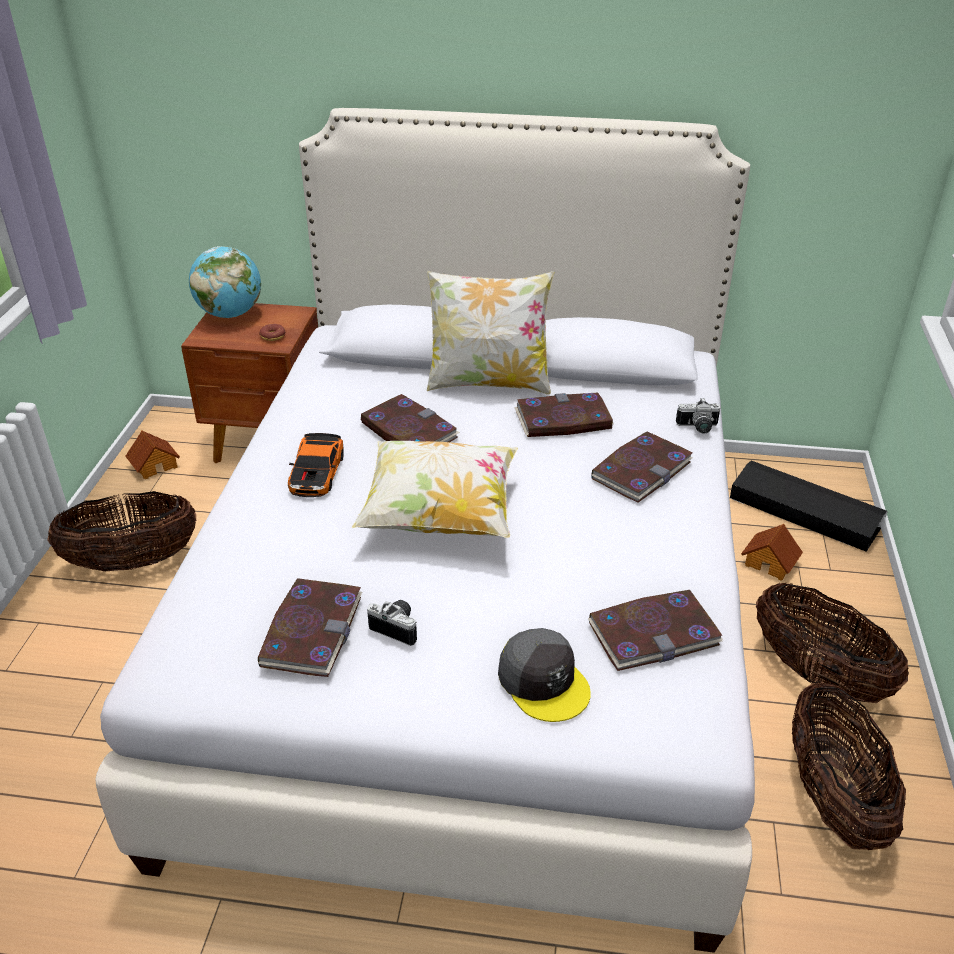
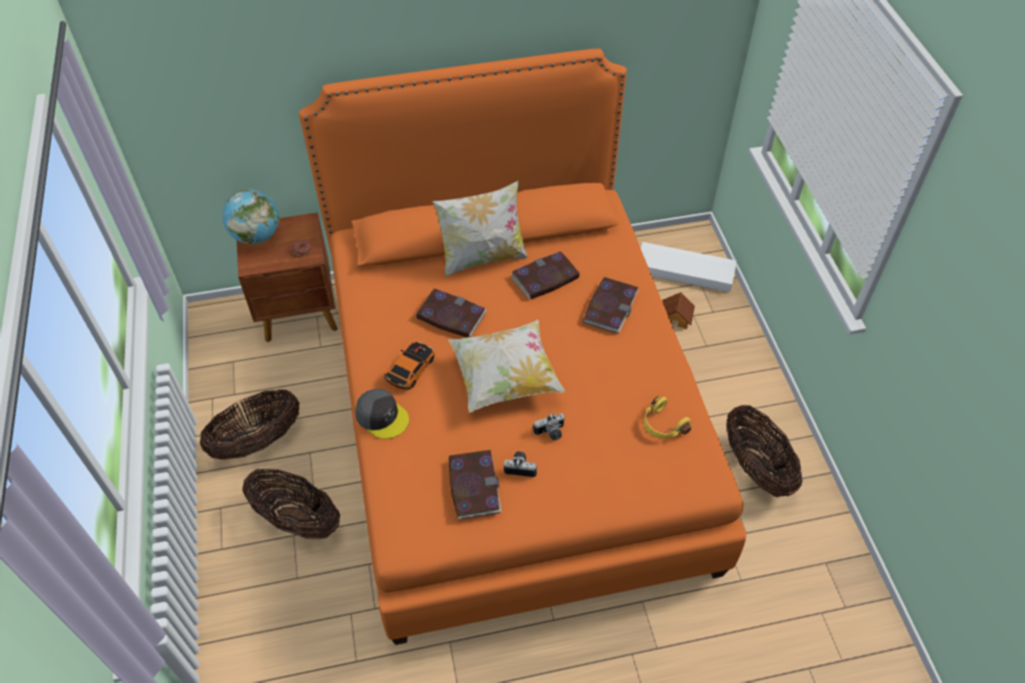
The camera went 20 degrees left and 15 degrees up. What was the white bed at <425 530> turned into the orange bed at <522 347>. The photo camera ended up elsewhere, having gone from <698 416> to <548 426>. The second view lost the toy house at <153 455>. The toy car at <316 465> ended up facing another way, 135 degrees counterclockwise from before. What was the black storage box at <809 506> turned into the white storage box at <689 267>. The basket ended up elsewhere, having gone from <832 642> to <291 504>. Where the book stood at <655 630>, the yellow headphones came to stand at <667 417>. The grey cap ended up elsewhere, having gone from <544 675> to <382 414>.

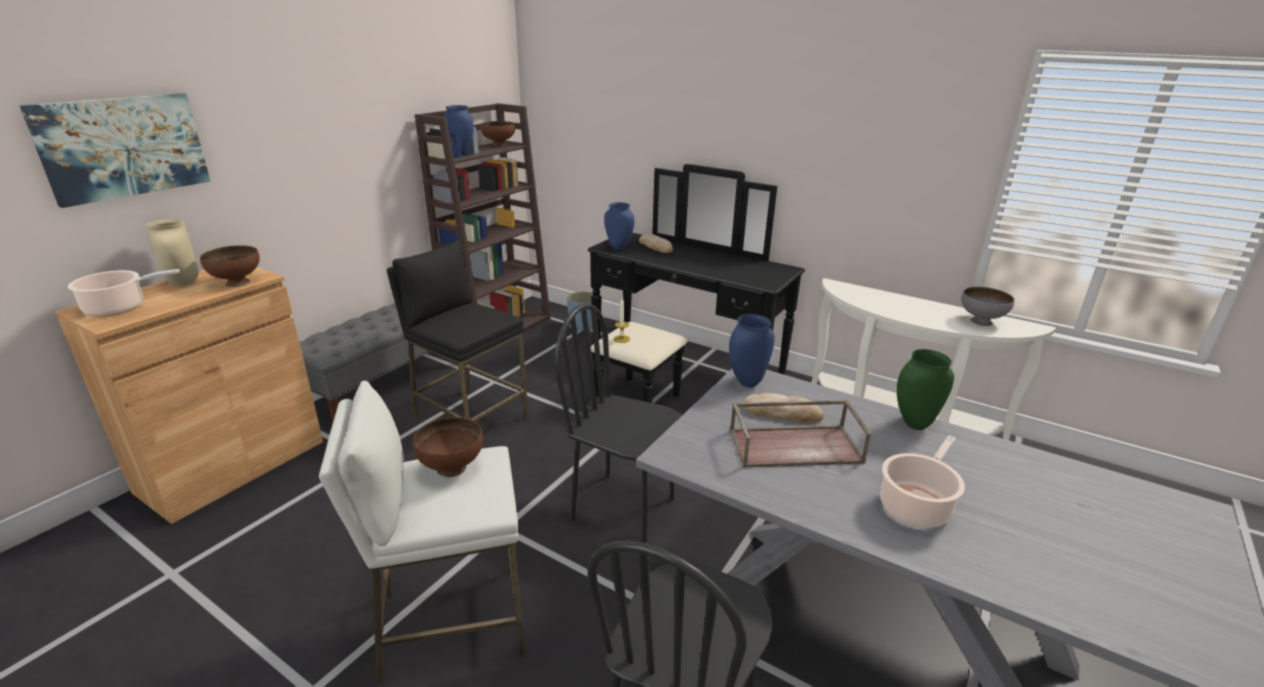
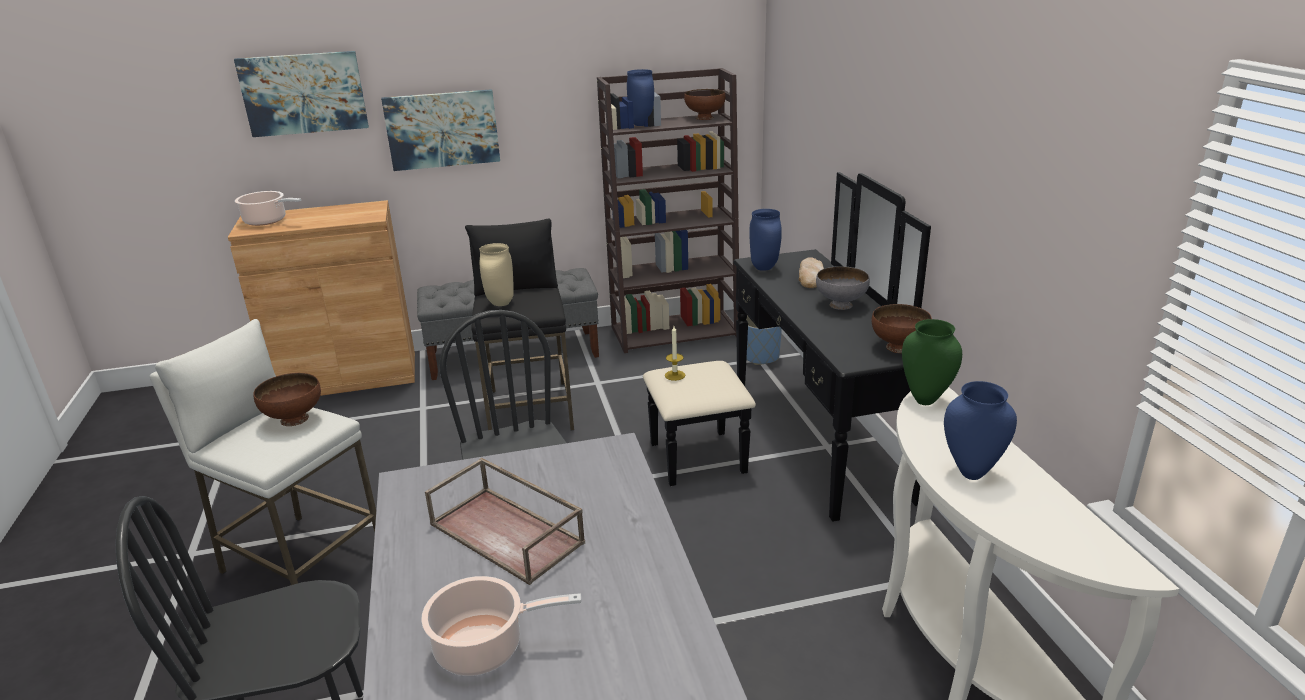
The camera went 45 degrees right and 0 degrees up. The beige vase ended up elsewhere, having gone from <172 252> to <496 274>. The brown bowl ended up elsewhere, having gone from <230 266> to <902 328>. The grey bowl ended up elsewhere, having gone from <988 306> to <843 288>. The blue vase ended up elsewhere, having gone from <752 351> to <980 430>. The green vase ended up elsewhere, having gone from <925 389> to <932 362>. The second view lost the bread at <783 408>. The second view gained the picture at <440 130>.

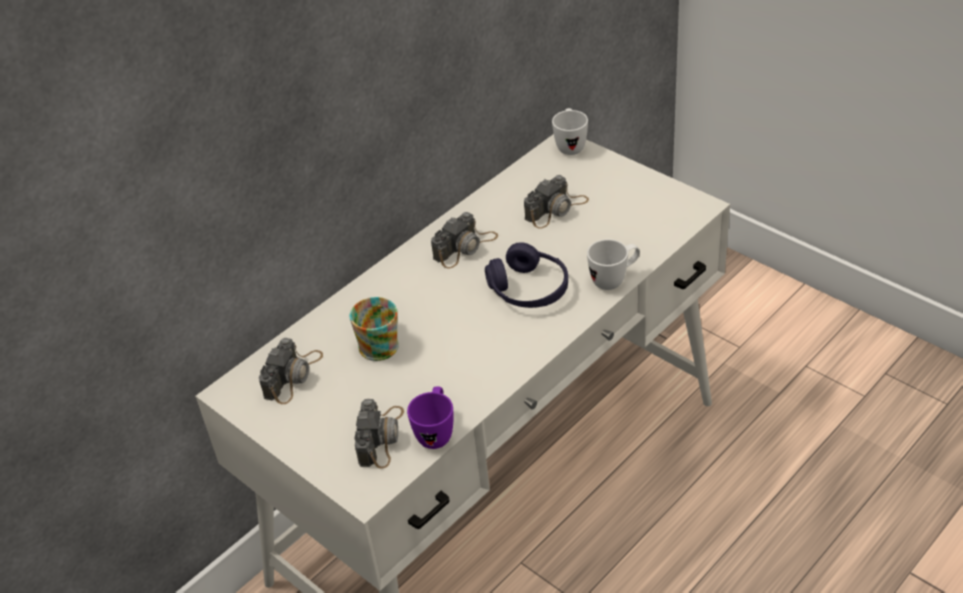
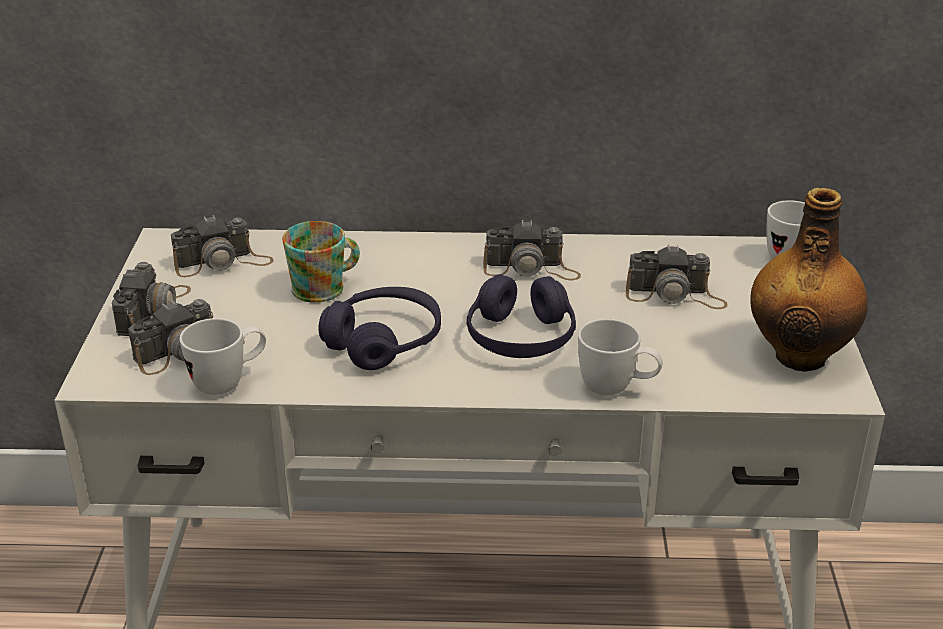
The camera went 45 degrees right and 10 degrees down. What was the purple mug at <430 417> turned into the white mug at <223 356>. The second view gained the bottle at <809 280>. The second view gained the photo camera at <151 299>. The second view gained the purple headphones at <380 328>.

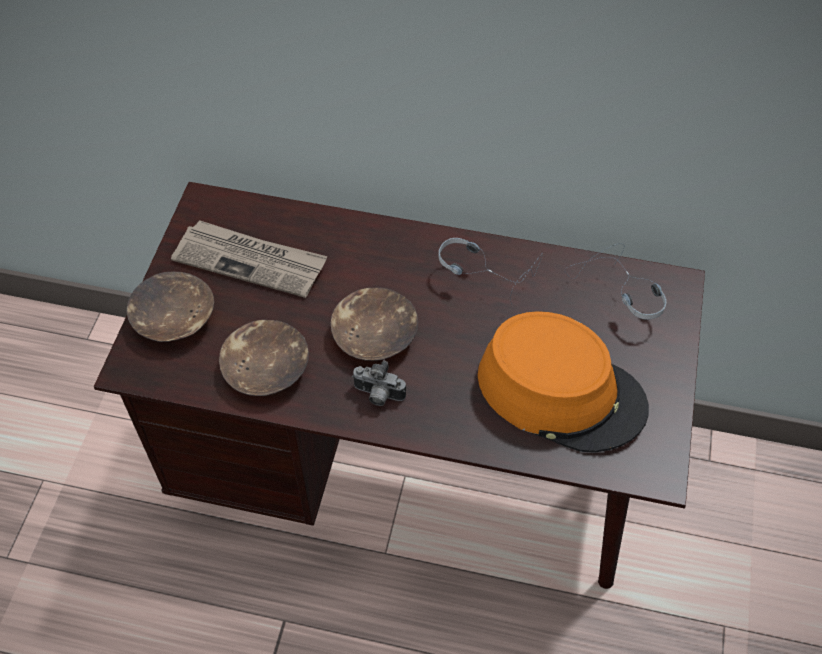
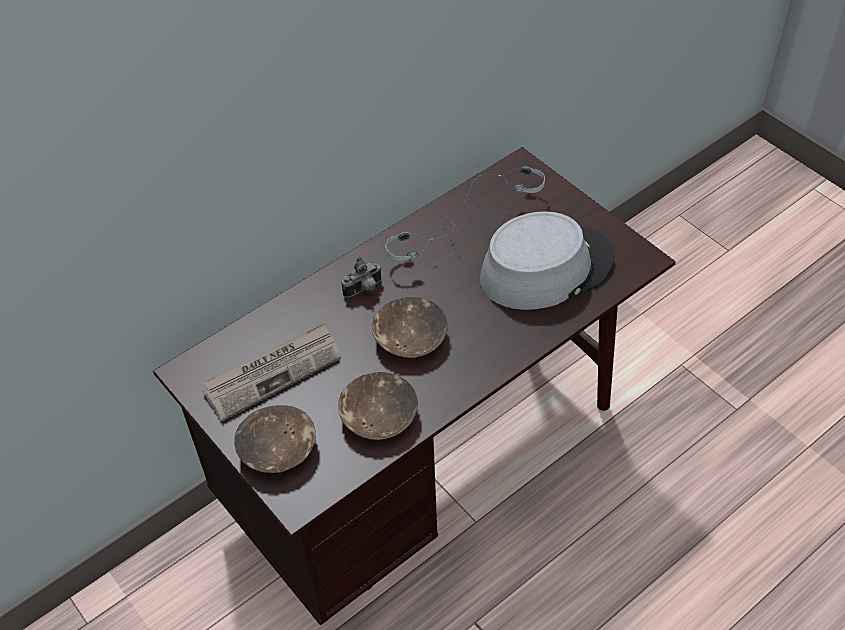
The camera went 50 degrees left and 5 degrees down. What was the orange hat at <563 382> turned into the grey hat at <547 260>. The photo camera ended up elsewhere, having gone from <379 383> to <361 277>.

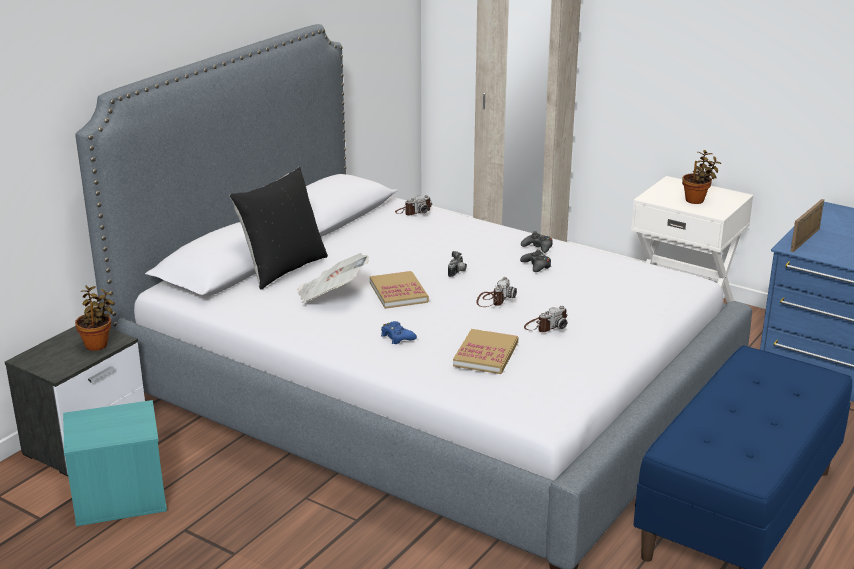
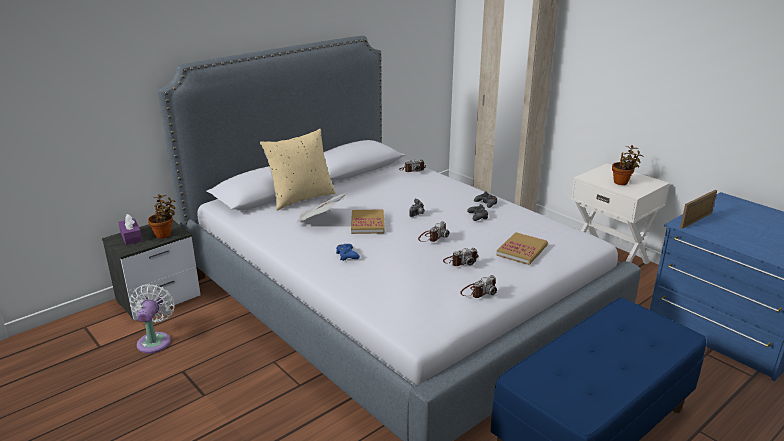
The camera went 15 degrees right and 0 degrees up. What was the black pillow at <278 228> turned into the beige pillow at <298 170>. The book ended up elsewhere, having gone from <485 351> to <522 248>. Where the turquoise storage box stood at <115 463>, the white fan came to stand at <152 318>. The second view gained the purple tissue box at <130 229>. The second view gained the photo camera at <478 286>.

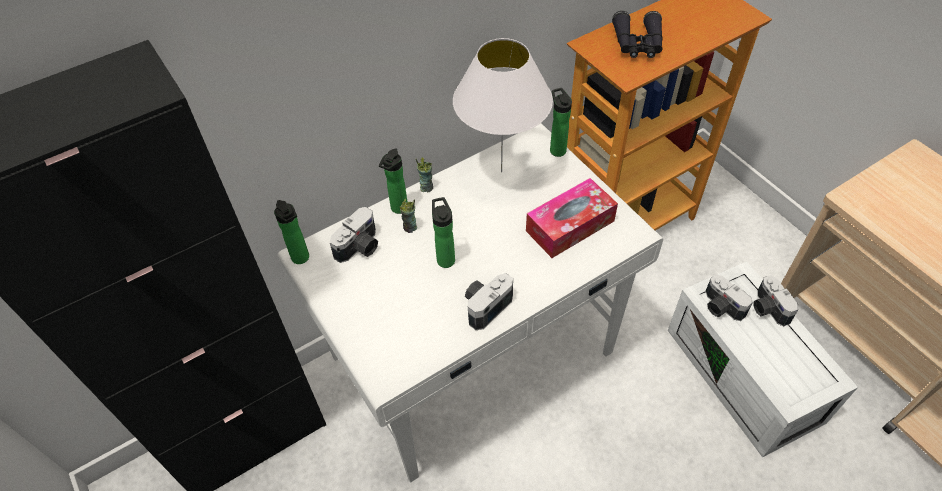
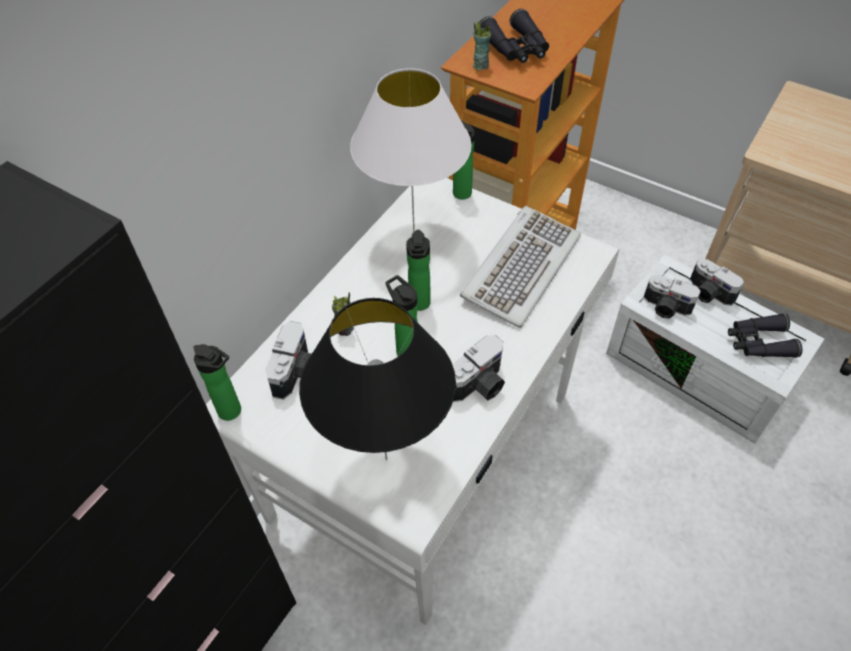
The camera went 25 degrees left and 0 degrees up. The bottle ended up elsewhere, having gone from <393 181> to <418 270>. The cup ended up elsewhere, having gone from <424 174> to <482 46>. Where the tissue box stood at <572 218>, the keyboard came to stand at <520 267>. The photo camera at <489 301> ended up facing another way, 150 degrees counterclockwise from before. The second view gained the black table lamp at <377 379>. The second view gained the black binoculars at <765 335>.

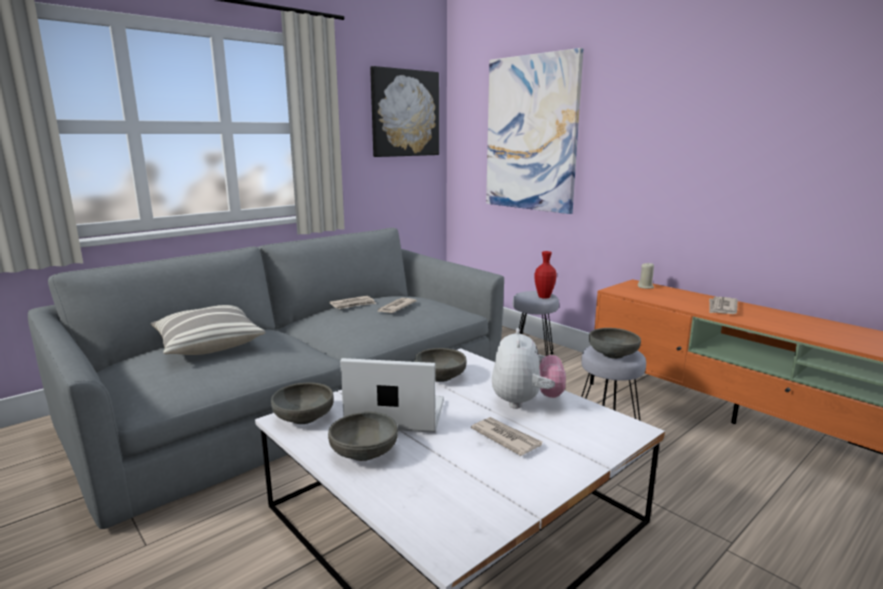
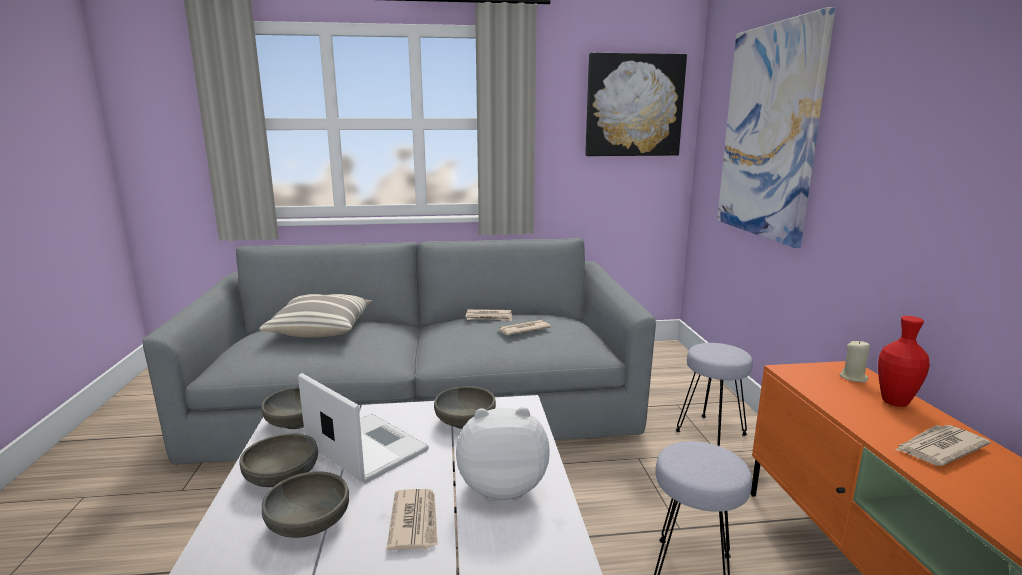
The camera went 35 degrees right and 0 degrees up. The red vase ended up elsewhere, having gone from <545 275> to <904 361>. The plush toy at <529 368> ended up facing another way, 135 degrees counterclockwise from before. The grey bowl ended up elsewhere, having gone from <615 343> to <305 505>.

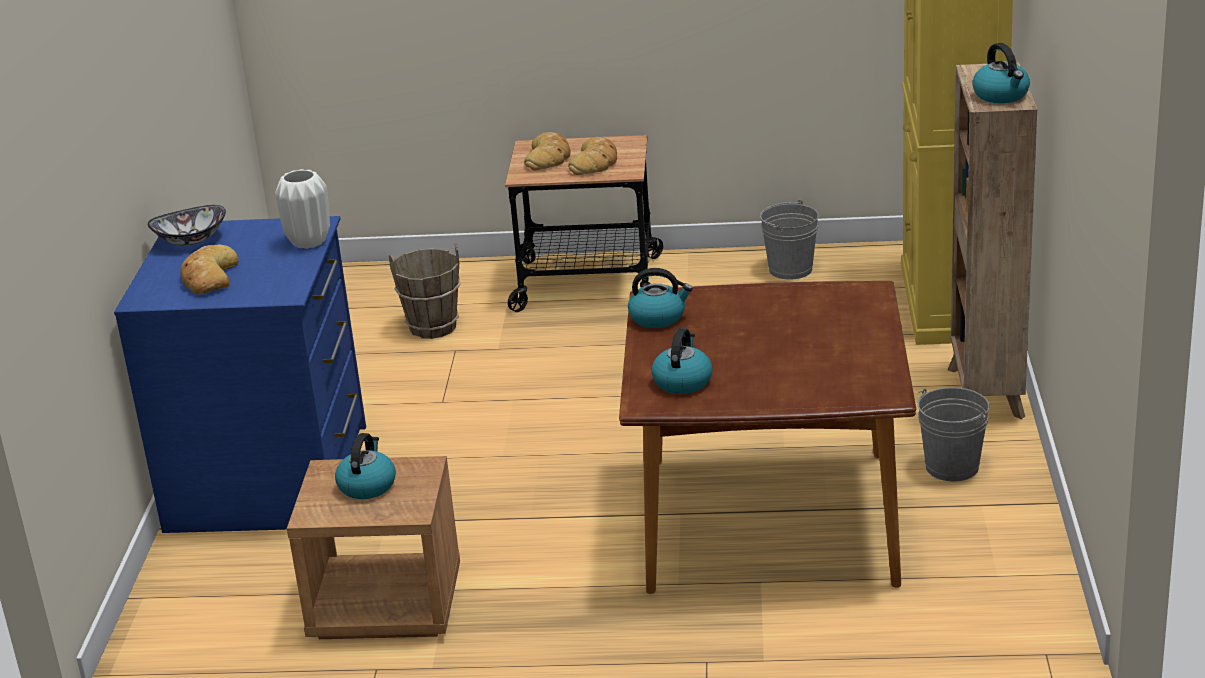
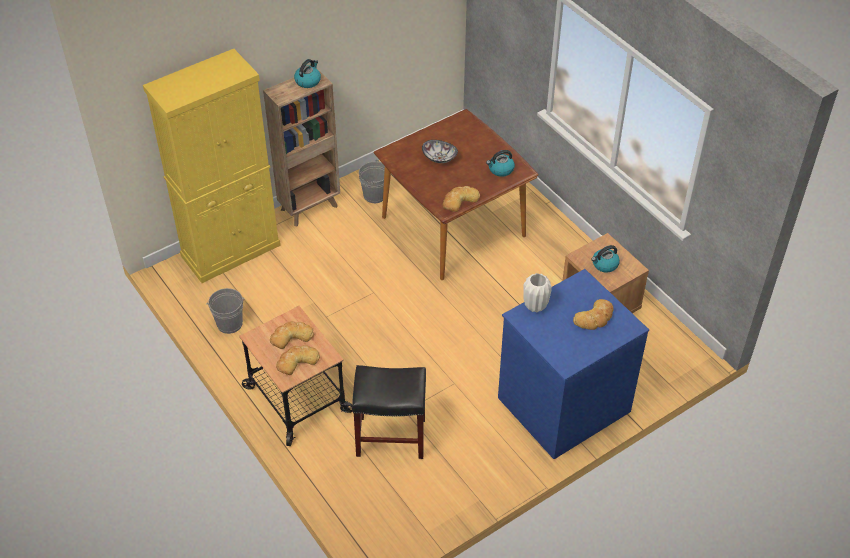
The camera went 130 degrees left and 20 degrees up. The bowl ended up elsewhere, having gone from <187 225> to <440 151>. Where the brown bucket stood at <425 291>, the black stool came to stand at <389 412>. Where the kettle stood at <660 298>, the bread came to stand at <461 199>.

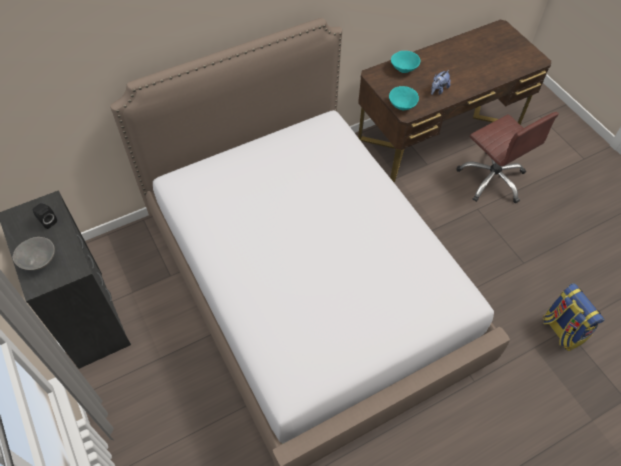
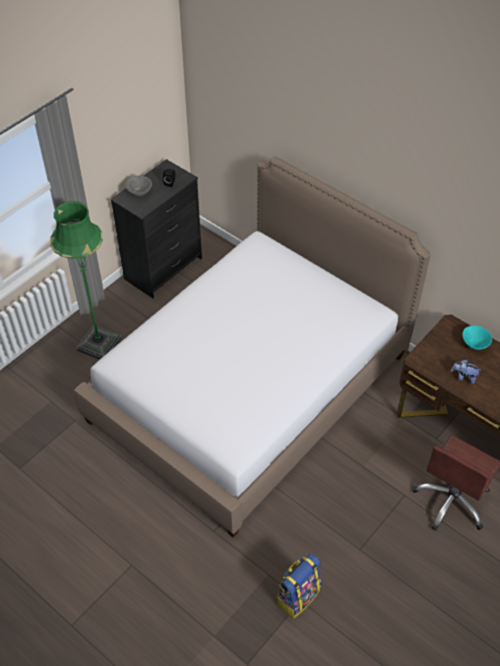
The camera went 70 degrees right and 5 degrees down. The second view lost the turquoise bowl at <404 98>. The second view gained the green floor lamp at <86 280>.

